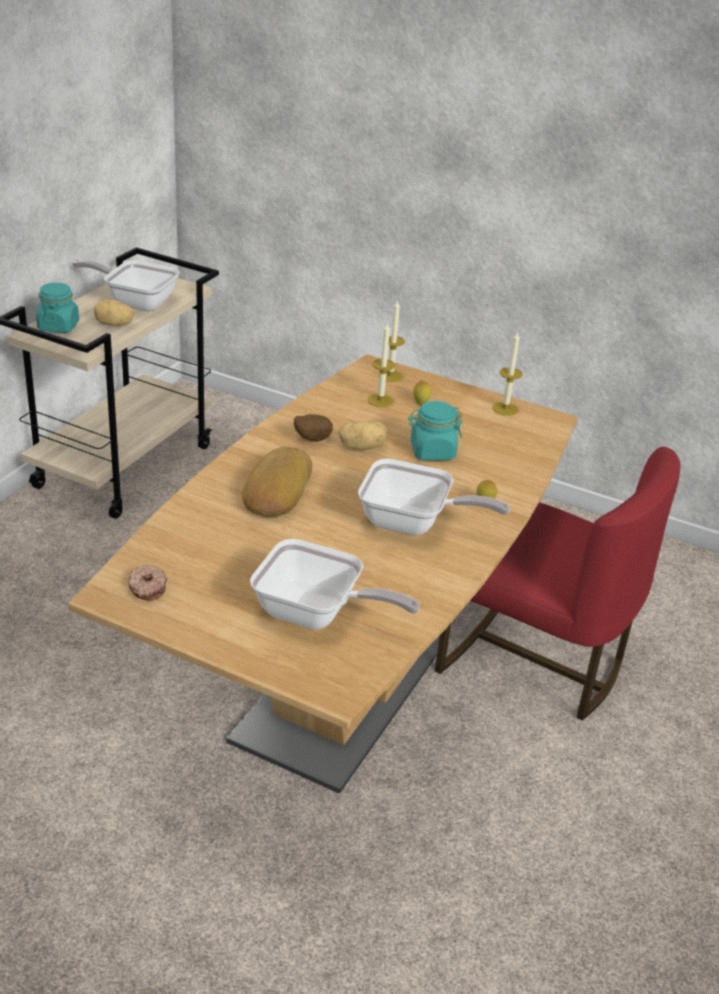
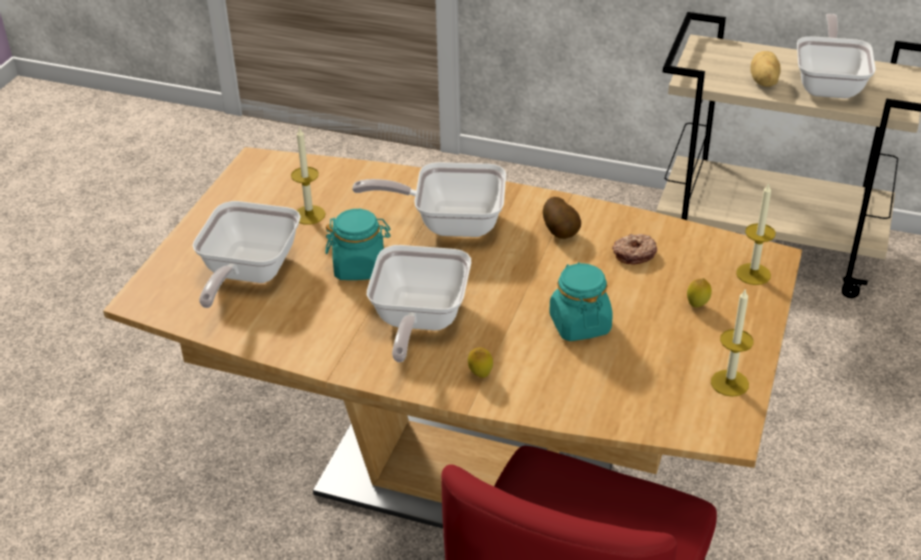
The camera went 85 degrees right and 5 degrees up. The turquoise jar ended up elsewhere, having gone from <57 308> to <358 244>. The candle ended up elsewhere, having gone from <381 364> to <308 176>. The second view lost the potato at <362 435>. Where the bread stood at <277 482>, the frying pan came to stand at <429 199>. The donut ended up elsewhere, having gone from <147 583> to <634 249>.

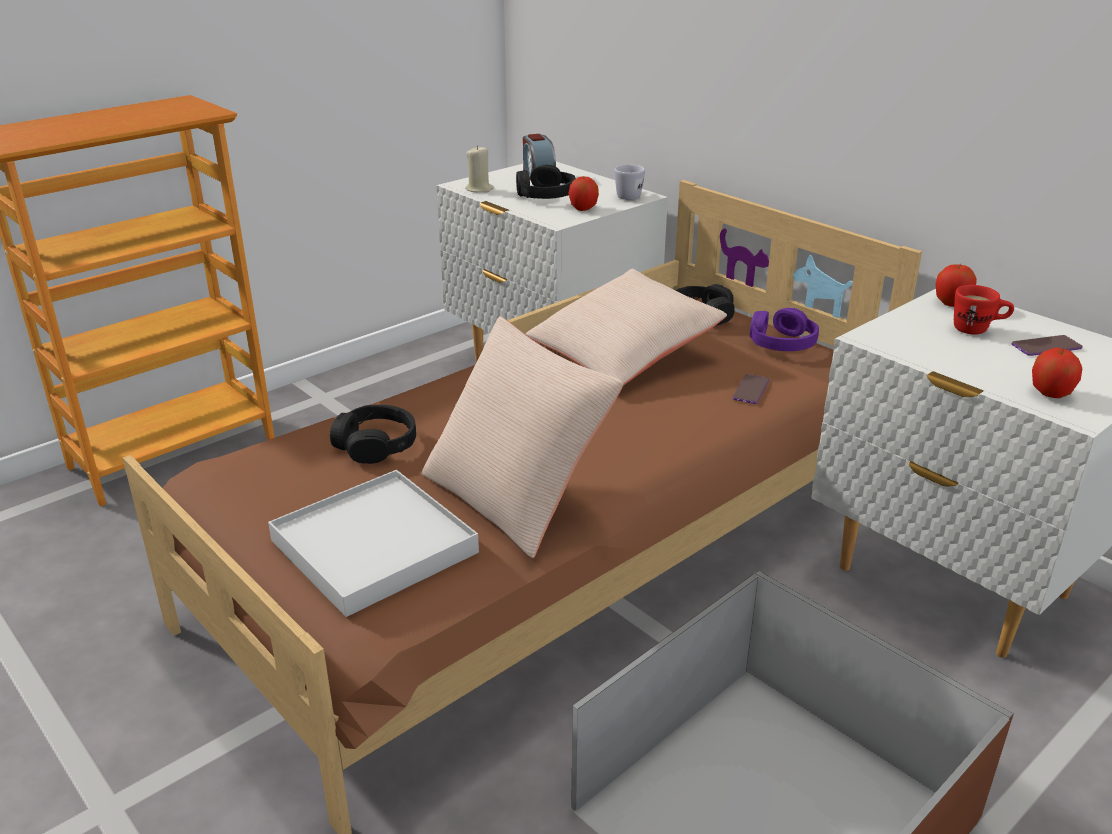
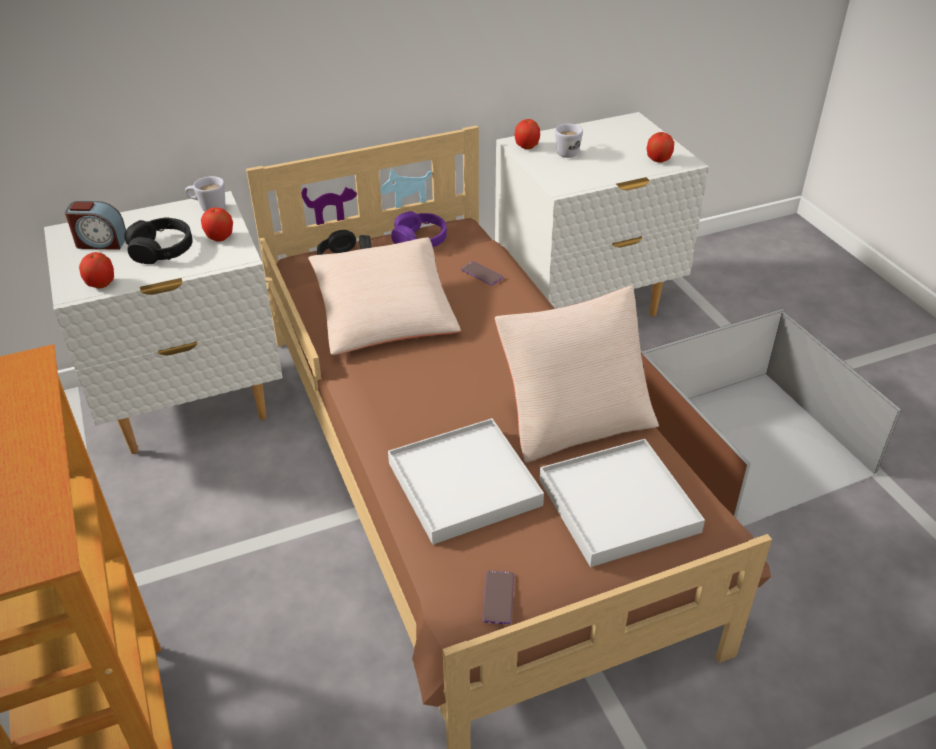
The camera went 70 degrees left and 10 degrees up. Where the beige candle stood at <479 168>, the apple came to stand at <96 270>. What was the red mug at <984 309> turned into the white mug at <569 141>. The phone ended up elsewhere, having gone from <1047 345> to <498 597>. Where the black headphones stood at <373 434>, the white tray came to stand at <466 481>.

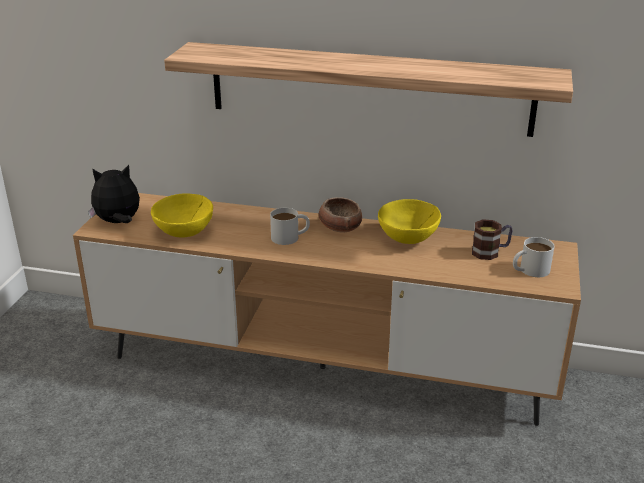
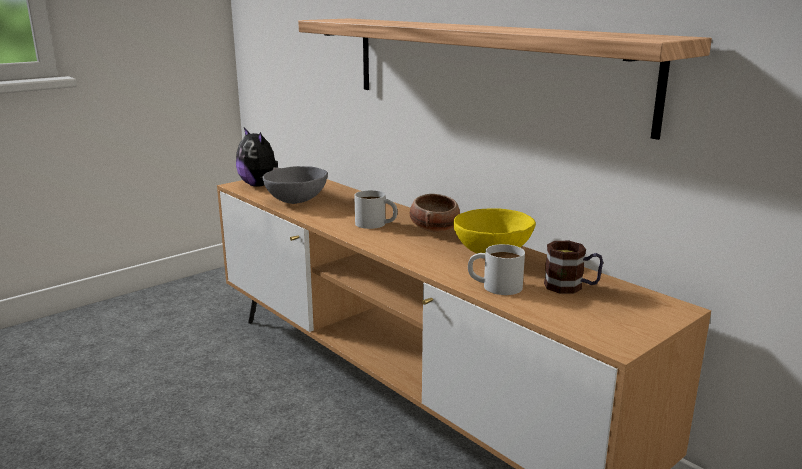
The camera went 35 degrees right and 10 degrees down. The plush toy at <114 194> ended up facing another way, 150 degrees counterclockwise from before. What was the yellow bowl at <182 215> turned into the grey bowl at <295 185>. The white mug ended up elsewhere, having gone from <533 257> to <496 269>.

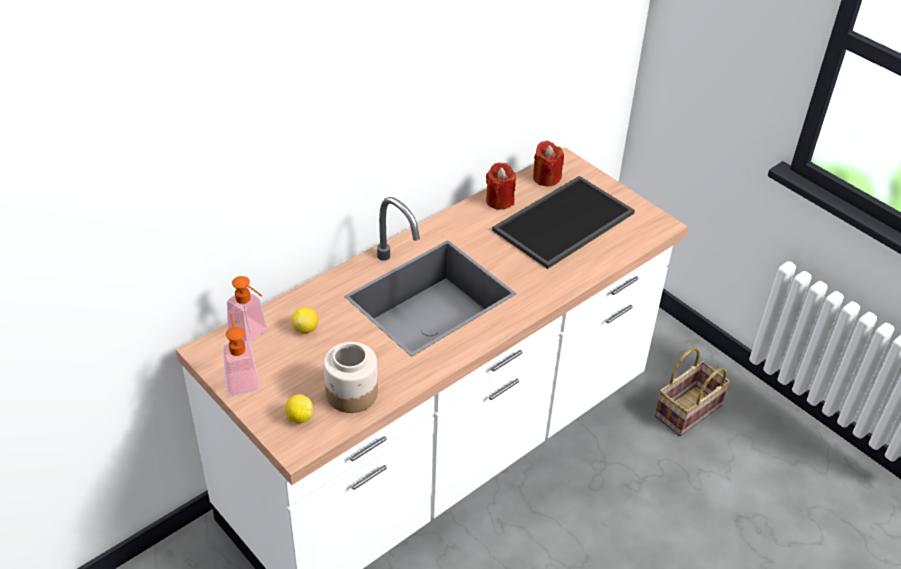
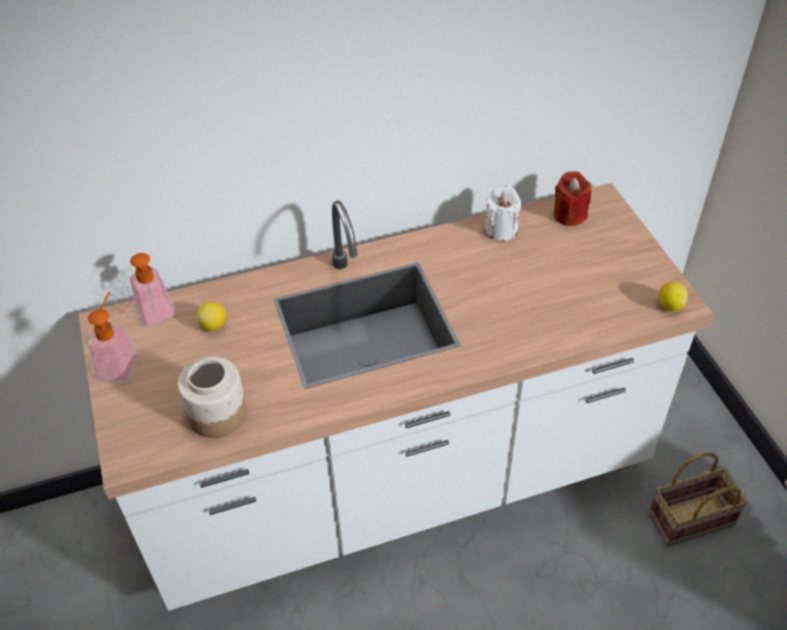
The camera went 25 degrees right and 5 degrees up. What was the red candle at <501 185> turned into the white candle at <503 213>. The second view lost the tray at <563 222>. The lemon ended up elsewhere, having gone from <299 408> to <673 296>.

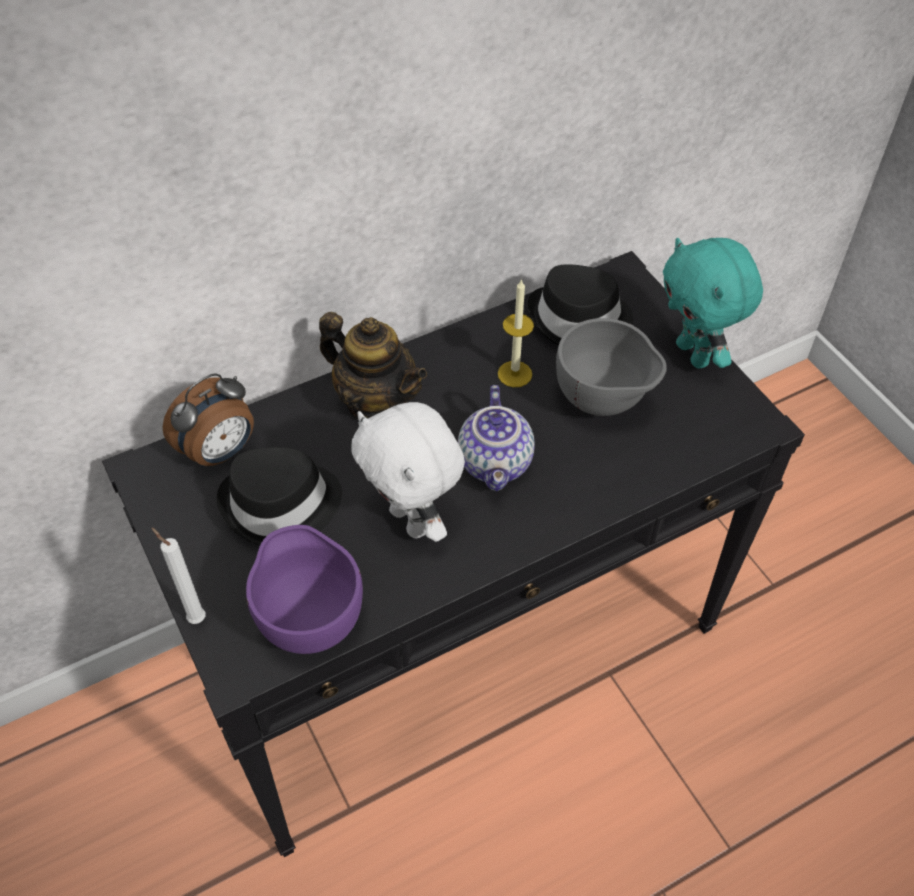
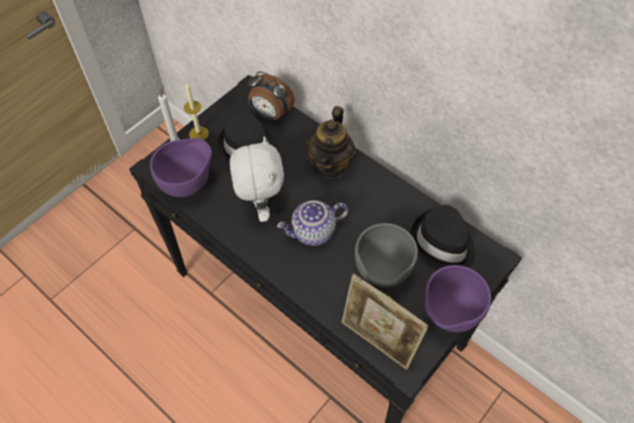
The camera went 70 degrees right and 5 degrees up. Where the turquoise plush toy stood at <713 303>, the purple bowl came to stand at <457 298>. The candle ended up elsewhere, having gone from <516 333> to <196 111>. The white plush toy at <408 472> ended up facing another way, 135 degrees clockwise from before. The second view gained the picture frame at <385 322>.

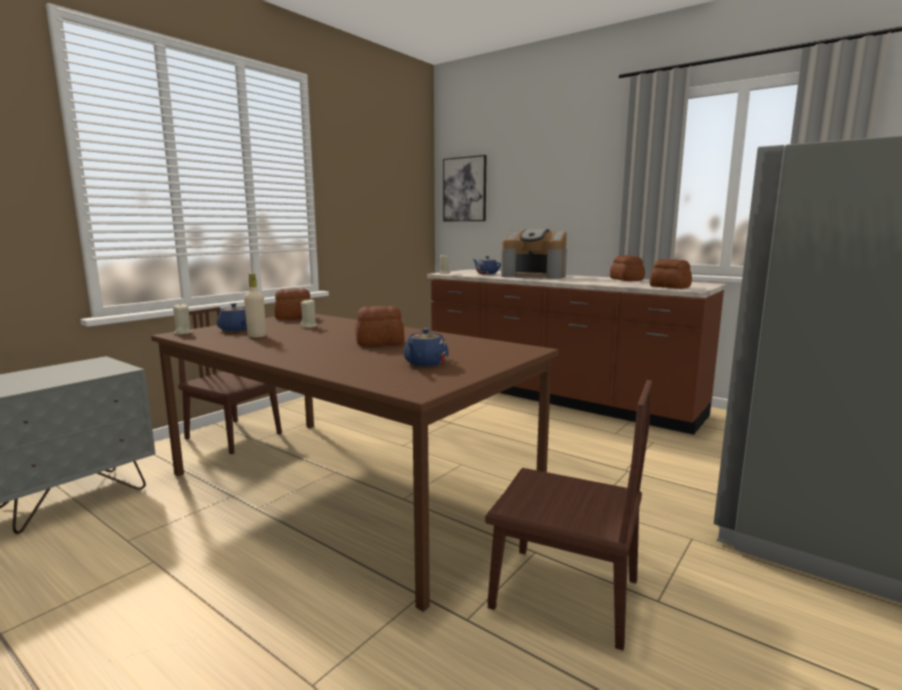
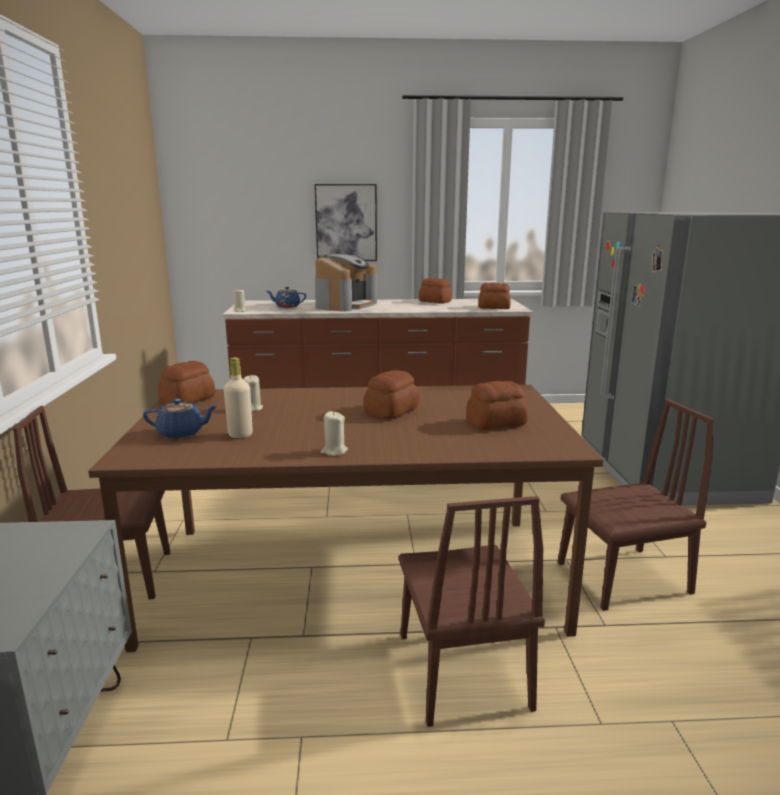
The camera went 40 degrees left and 5 degrees up. The picture ended up elsewhere, having gone from <465 188> to <345 222>. The coffee machine at <534 254> ended up facing another way, 45 degrees counterclockwise from before. The beige candle ended up elsewhere, having gone from <183 319> to <334 433>. Where the blue teapot stood at <426 347>, the bread came to stand at <497 405>. The second view gained the brown chair at <472 611>.

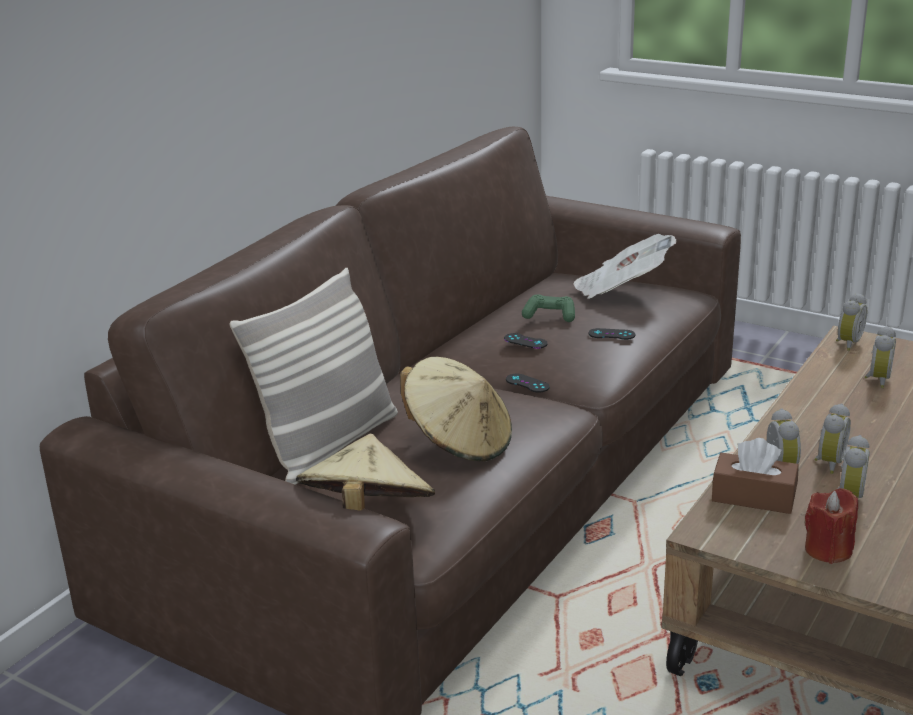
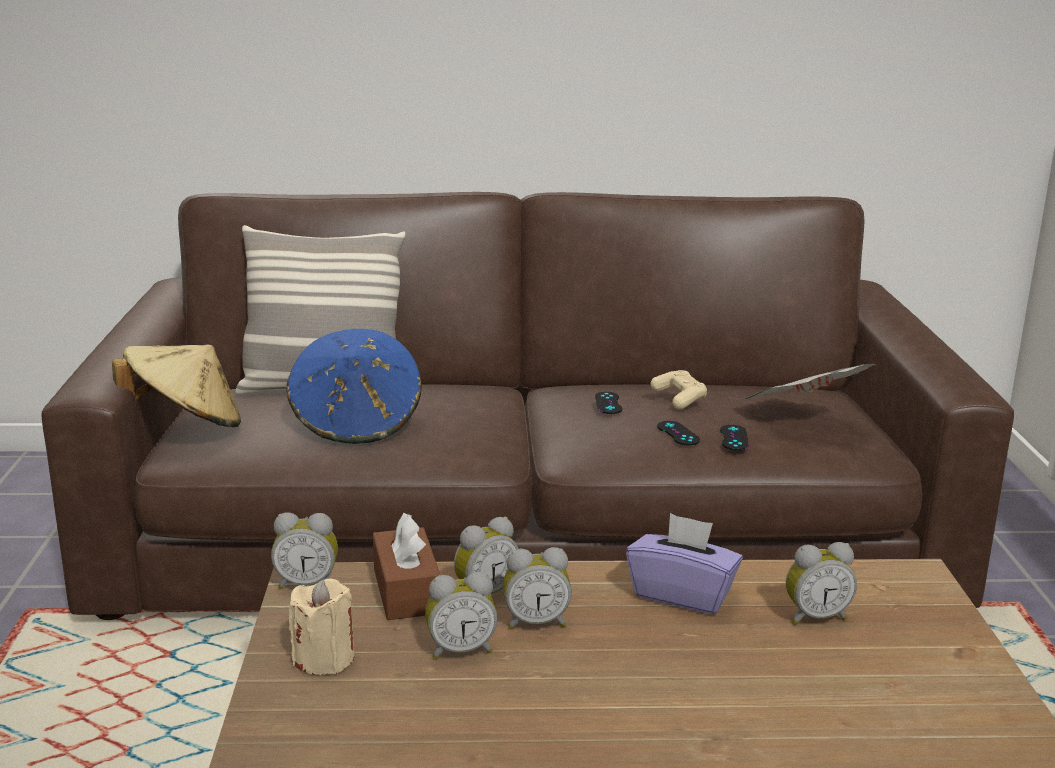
The camera went 55 degrees right and 5 degrees down. The alarm clock ended up elsewhere, having gone from <851 322> to <304 550>. What was the green game controller at <548 308> turned into the beige game controller at <679 390>. What was the beige hat at <456 409> turned into the blue hat at <354 386>. The black game controller ended up elsewhere, having gone from <528 383> to <734 437>. What was the red candle at <831 526> turned into the beige candle at <321 627>. The second view gained the purple tissue box at <684 563>.

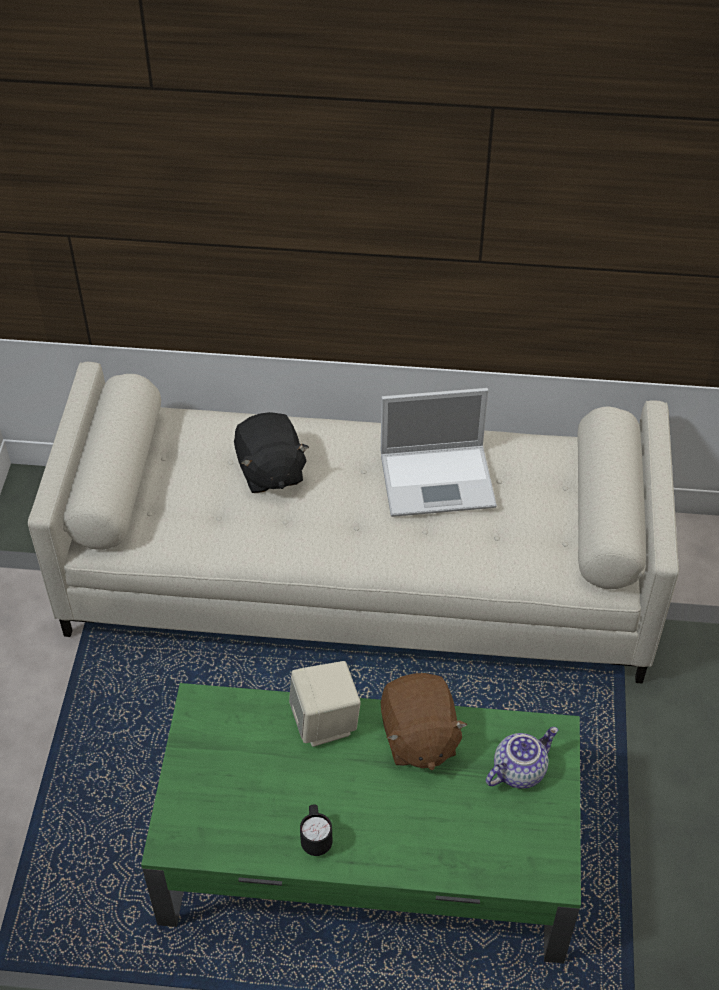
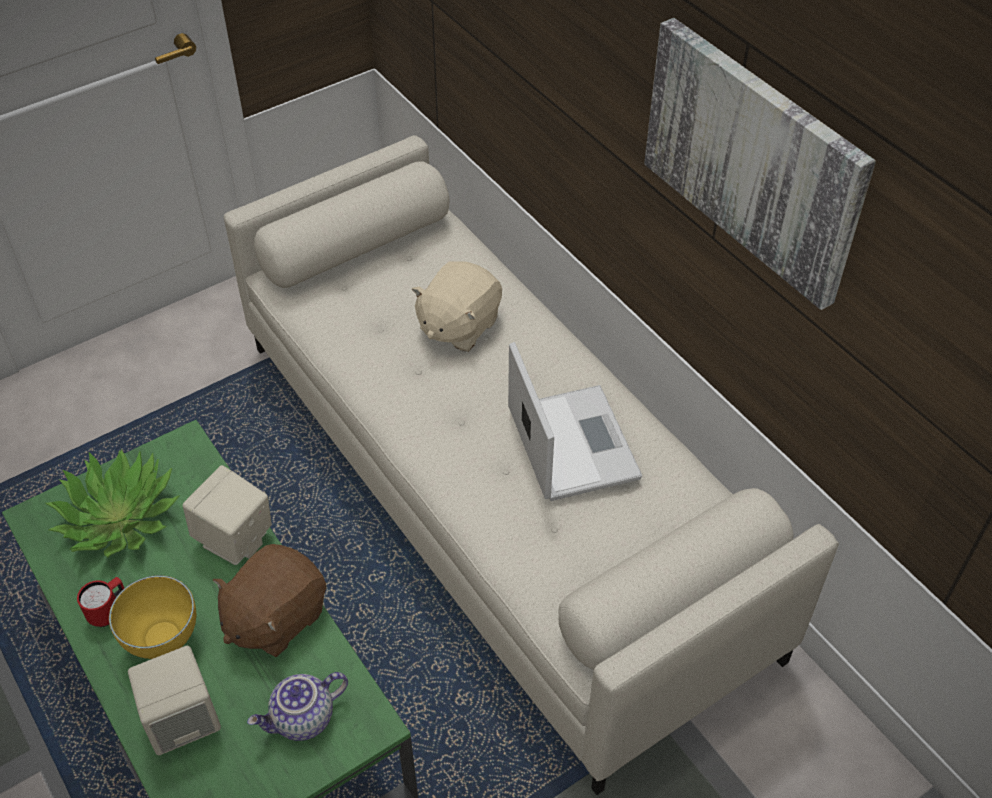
The camera went 50 degrees right and 0 degrees up. The laptop at <439 452> ended up facing another way, 150 degrees counterclockwise from before. What was the black plush toy at <271 452> turned into the beige plush toy at <457 307>. The teapot at <522 758> ended up facing another way, 135 degrees clockwise from before. What was the black mug at <316 830> turned into the red mug at <100 602>. The second view gained the picture at <760 164>. The second view gained the potted plant at <112 503>. The second view gained the yellow bowl at <152 617>. The second view gained the beige speaker at <174 700>.

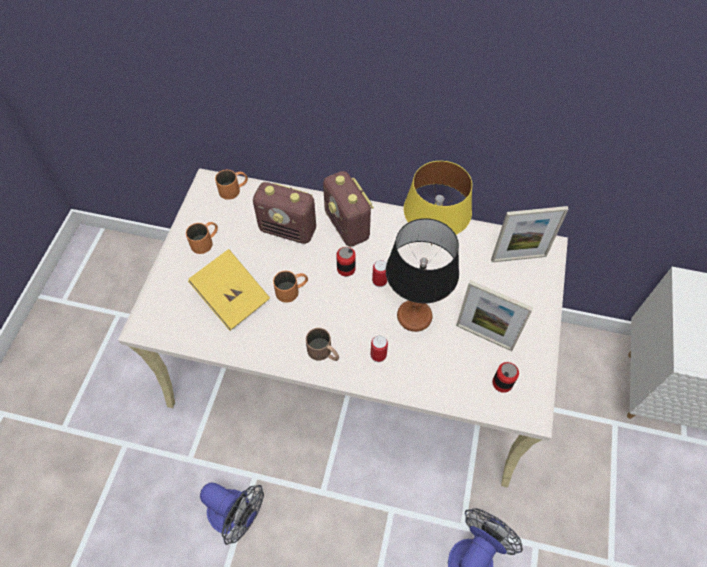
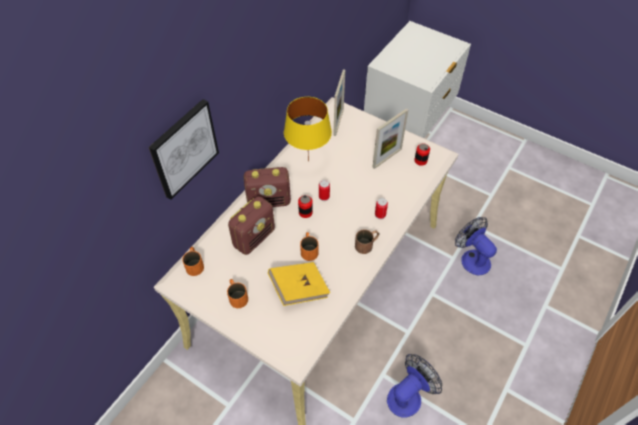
The camera went 70 degrees left and 5 degrees down. The second view lost the table lamp at <422 275>. The second view gained the picture at <183 149>.

